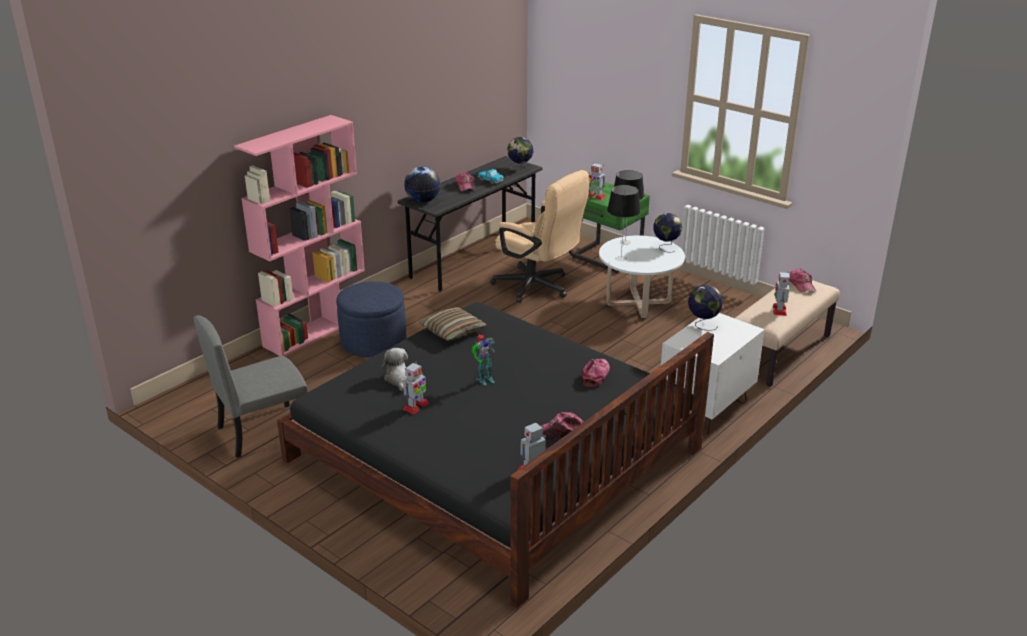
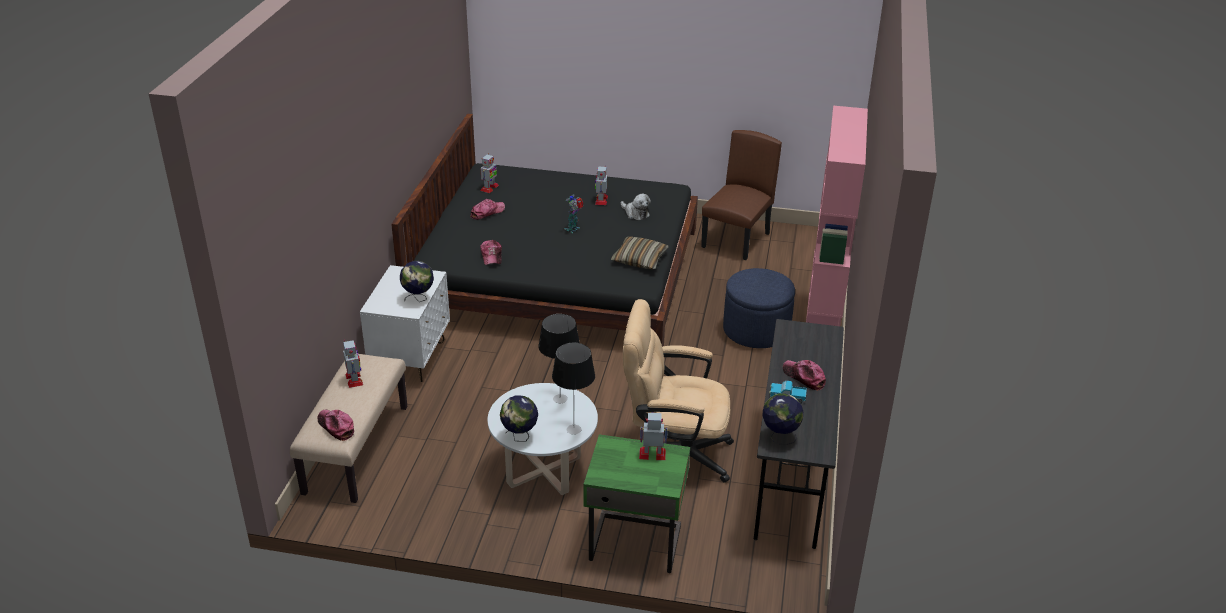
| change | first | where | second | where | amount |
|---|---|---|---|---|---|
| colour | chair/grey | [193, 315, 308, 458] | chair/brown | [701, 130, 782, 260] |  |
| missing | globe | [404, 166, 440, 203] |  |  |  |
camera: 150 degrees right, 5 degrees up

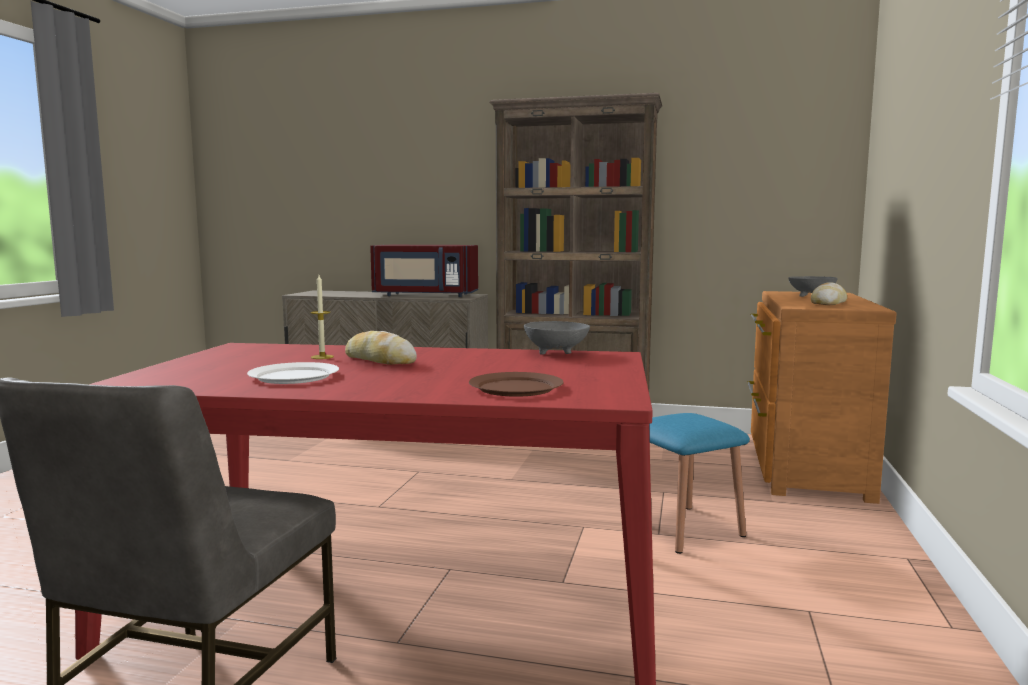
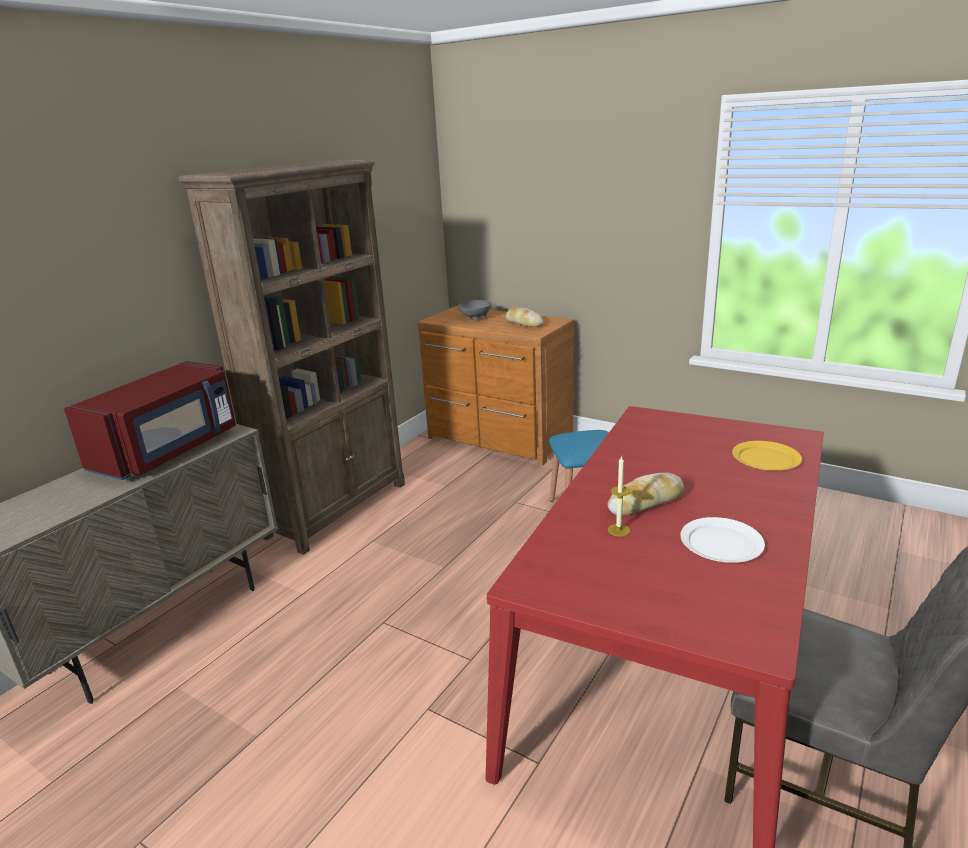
| change | first | where | second | where | amount |
|---|---|---|---|---|---|
| colour | plate/brown | [469, 372, 564, 397] | plate/yellow | [732, 441, 802, 471] |  |
| missing | bowl/grey | [524, 321, 590, 355] |  |  |  |
camera: 70 degrees left, 15 degrees up

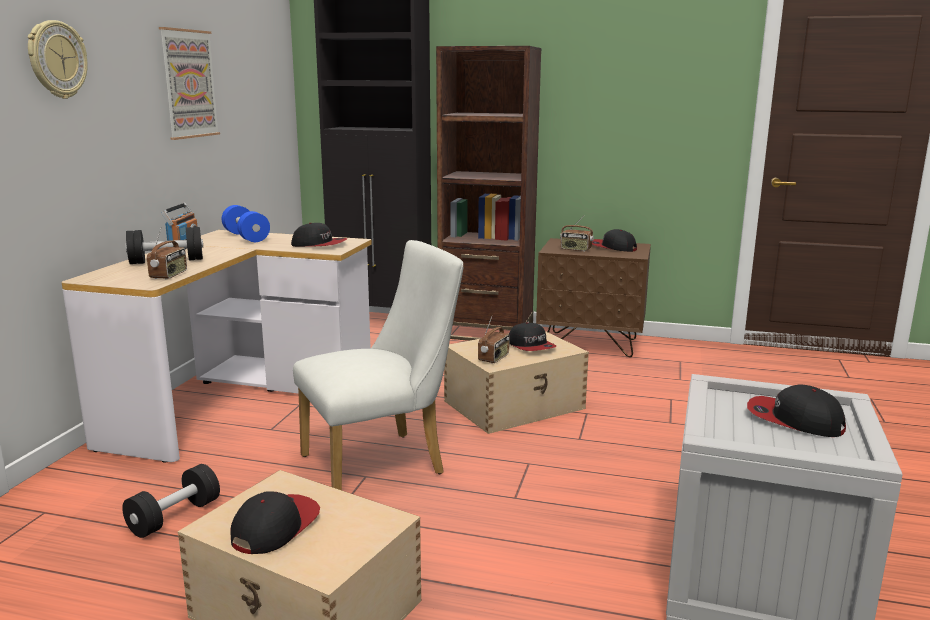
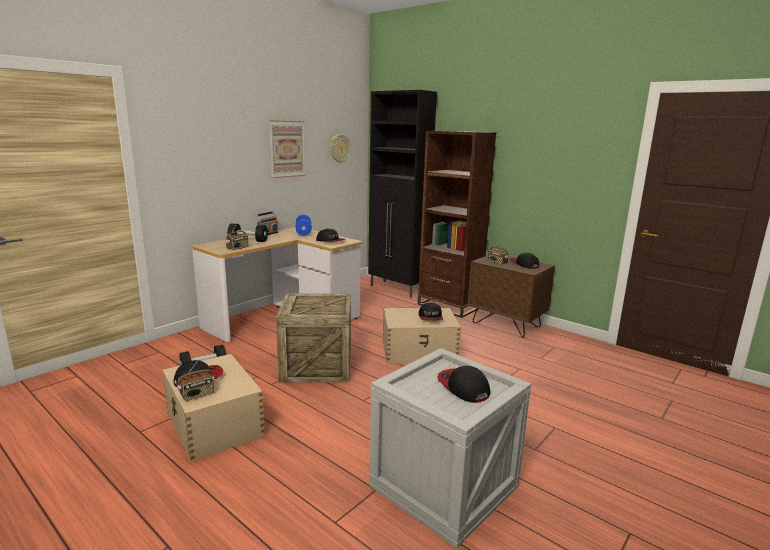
| change | first | where | second | where | amount |
|---|---|---|---|---|---|
| relocated | radio | [478, 316, 510, 363] |  | [177, 361, 214, 401] |  |
| exchanged | chair/white | [293, 240, 463, 490] | crate | [276, 293, 351, 382] |  |
| relocated | wall clock | [28, 20, 88, 99] |  | [330, 134, 351, 163] |  |
camera: 25 degrees right, 0 degrees up

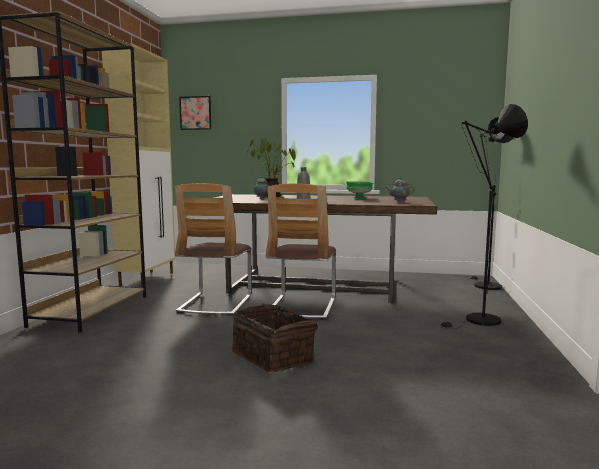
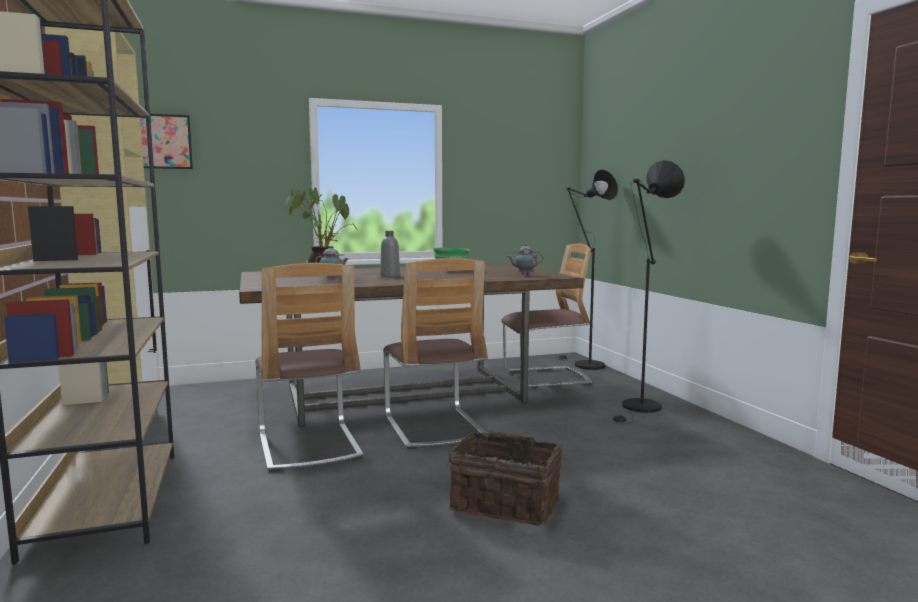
| change | first | where | second | where | amount |
|---|---|---|---|---|---|
| appeared |  |  | chair | [501, 244, 592, 388] |  |
camera: 30 degrees left, 0 degrees up

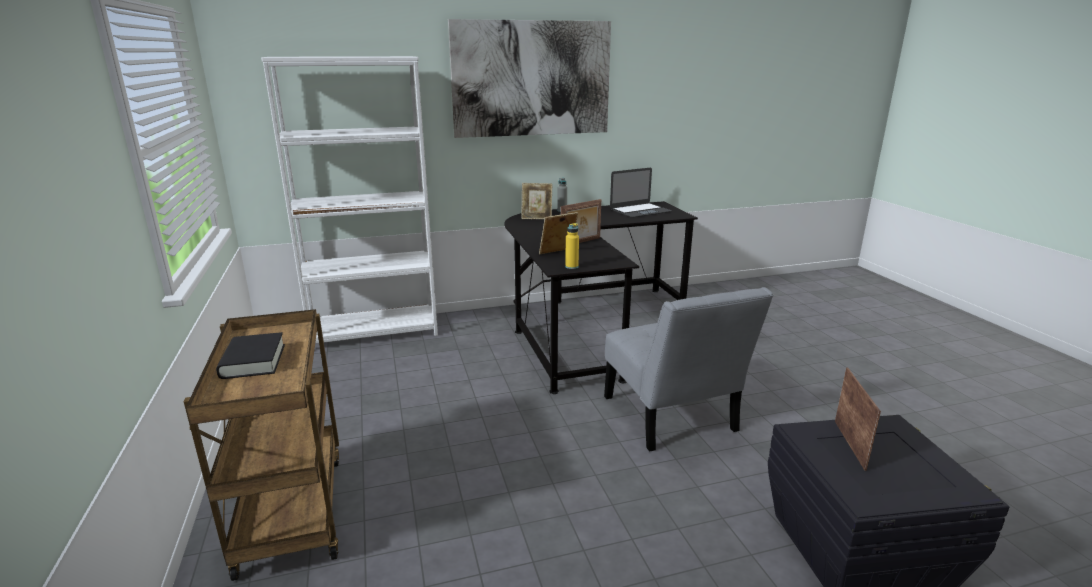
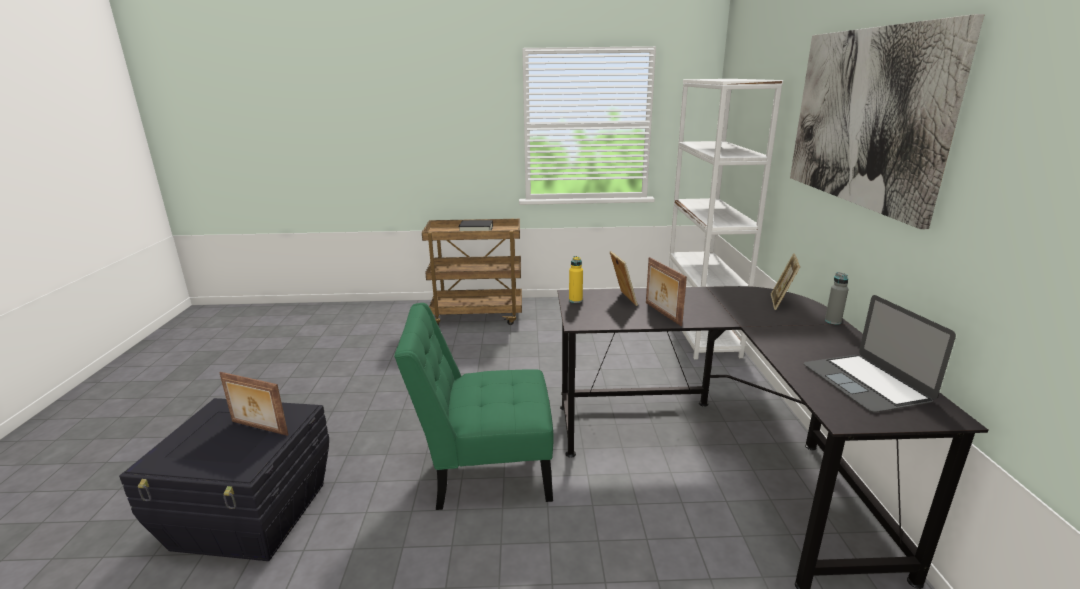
| change | first | where | second | where | amount |
|---|---|---|---|---|---|
| colour | chair/grey | [604, 287, 773, 452] | chair/green | [394, 303, 554, 510] |  |
camera: 105 degrees right, 0 degrees up

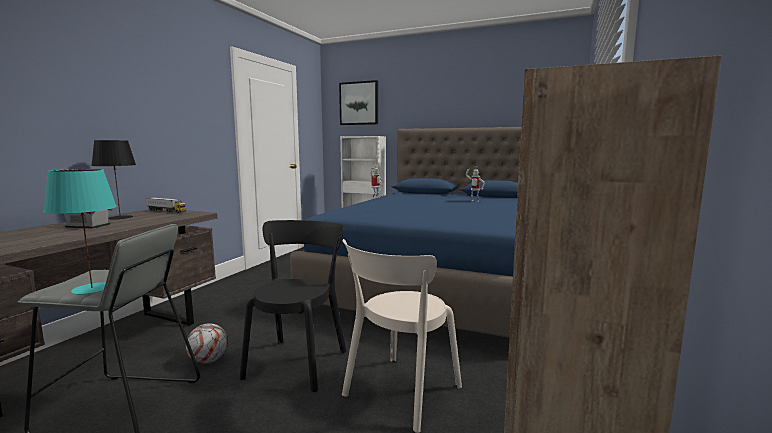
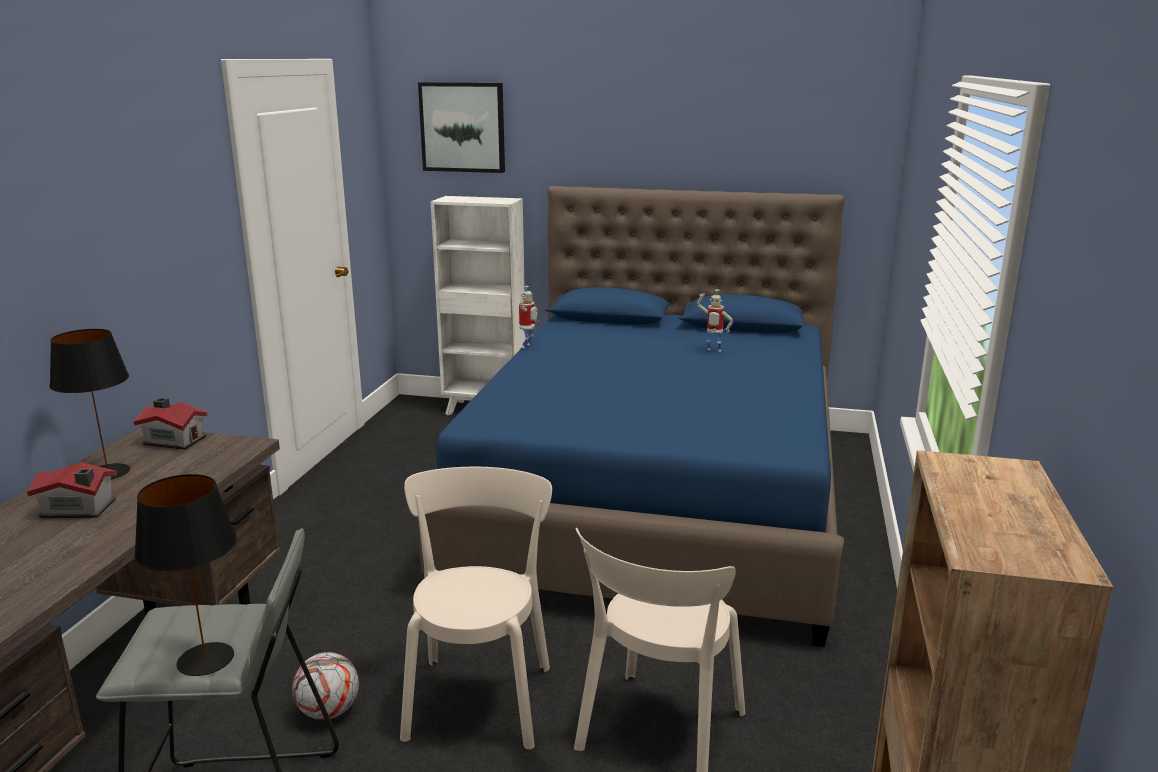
| change | first | where | second | where | amount |
|---|---|---|---|---|---|
| exchanged | toy truck | [145, 197, 186, 213] | toy house | [134, 398, 208, 450] |  |
| colour | table lamp/turquoise | [43, 169, 117, 295] | table lamp/black | [134, 474, 237, 676] |  |
| colour | chair/black | [239, 220, 347, 392] | chair/beige | [400, 467, 552, 750] |  |
camera: 10 degrees left, 10 degrees up

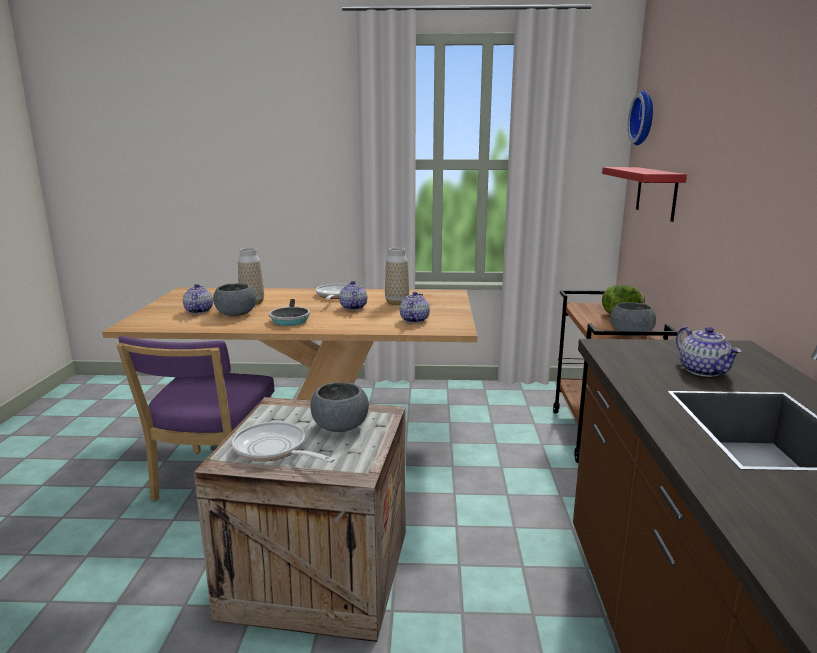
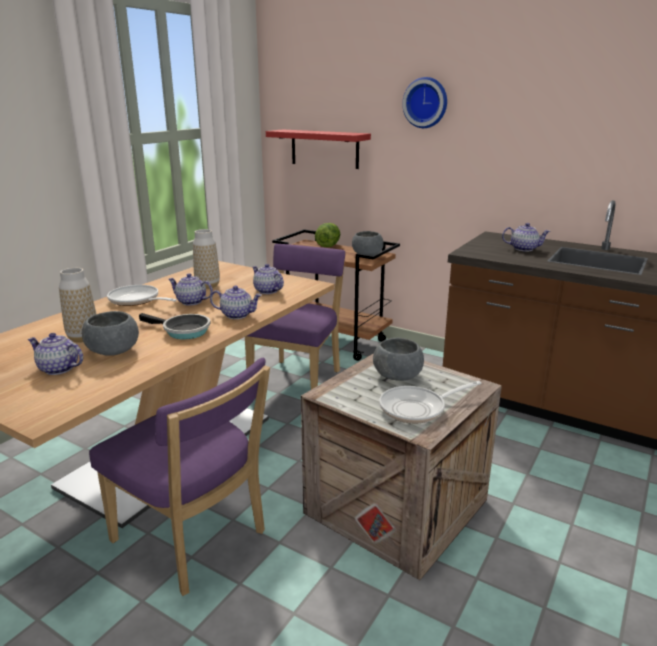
| change | first | where | second | where | amount |
|---|---|---|---|---|---|
| appeared |  |  | teapot | [210, 286, 262, 319] |  |
| appeared |  |  | chair/purple | [245, 244, 345, 389] |  |
| relocated | wall clock | [628, 90, 653, 145] |  | [402, 77, 447, 128] |  |
camera: 60 degrees left, 5 degrees up

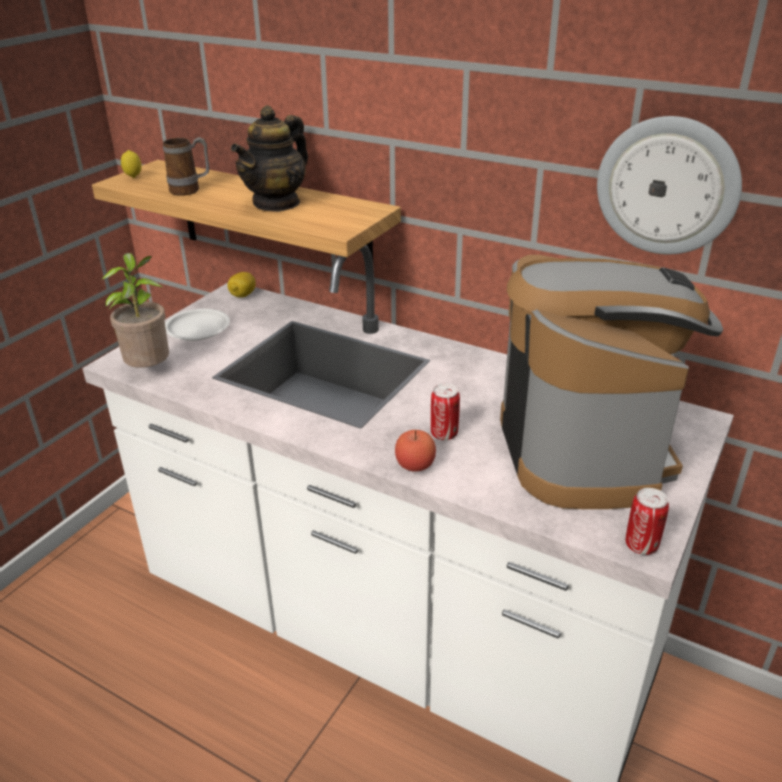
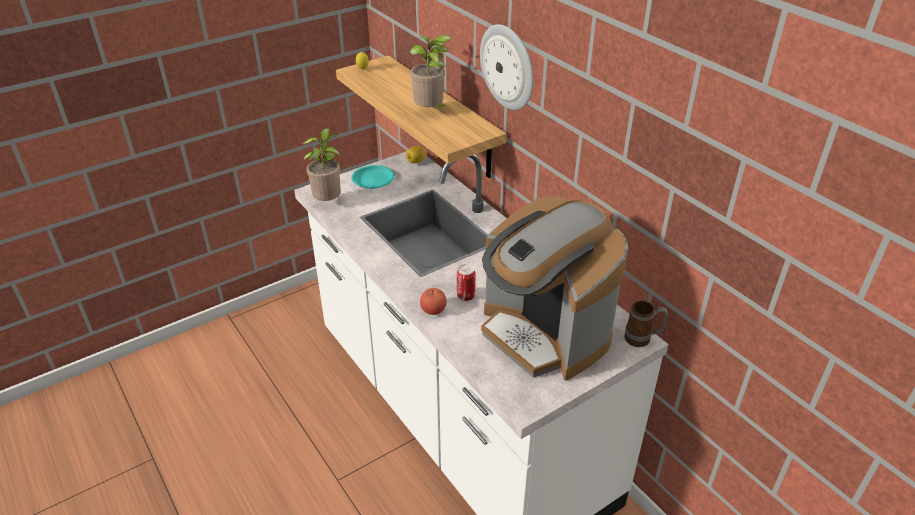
| change | first | where | second | where | amount |
|---|---|---|---|---|---|
| colour | plate/white | [165, 309, 230, 341] | plate/turquoise | [351, 165, 395, 189] |  |
| exchanged | teapot | [231, 105, 308, 212] | potted plant | [410, 35, 452, 108] |  |
| relocated | wall clock | [597, 116, 742, 254] |  | [480, 24, 533, 110] |  |
| spun | coffee machine | [500, 255, 723, 509] |  | [481, 197, 628, 381] | 120 degrees clockwise |
| relocated | mug | [163, 137, 209, 196] |  | [624, 301, 668, 347] |  |
| missing | can | [626, 488, 669, 555] |  |  |  |
camera: 25 degrees right, 5 degrees up

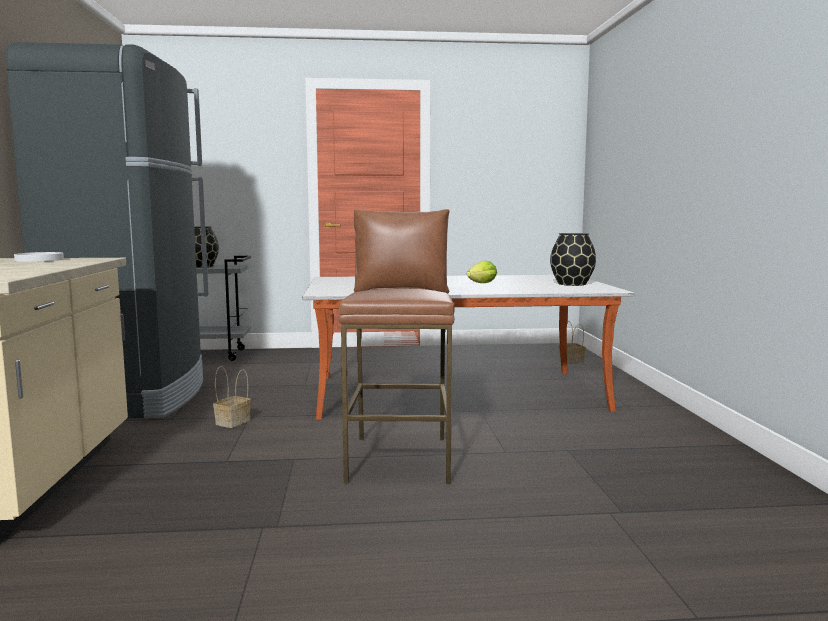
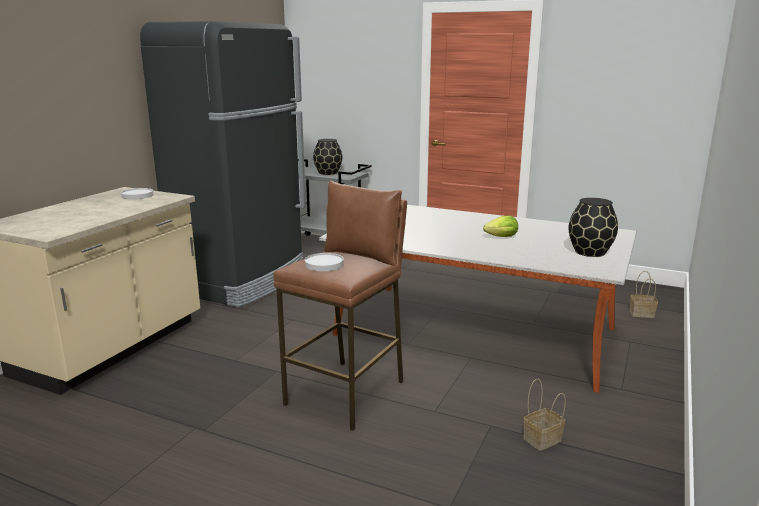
| change | first | where | second | where | amount |
|---|---|---|---|---|---|
| appeared |  |  | plate/white | [305, 253, 344, 271] |  |
| relocated | basket | [213, 366, 251, 428] |  | [523, 379, 566, 451] |  |
camera: 30 degrees right, 10 degrees up

